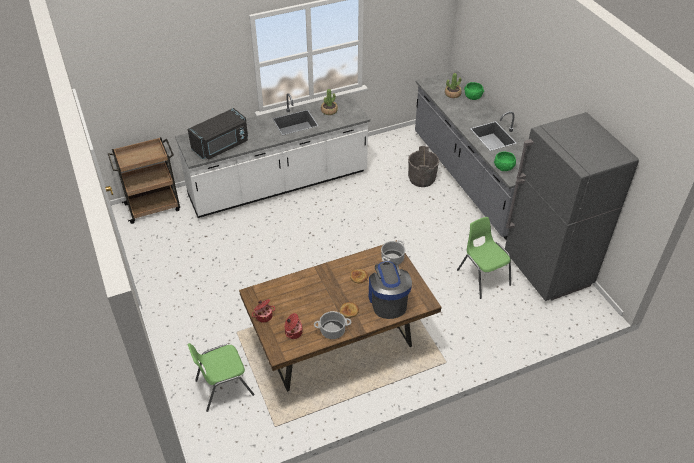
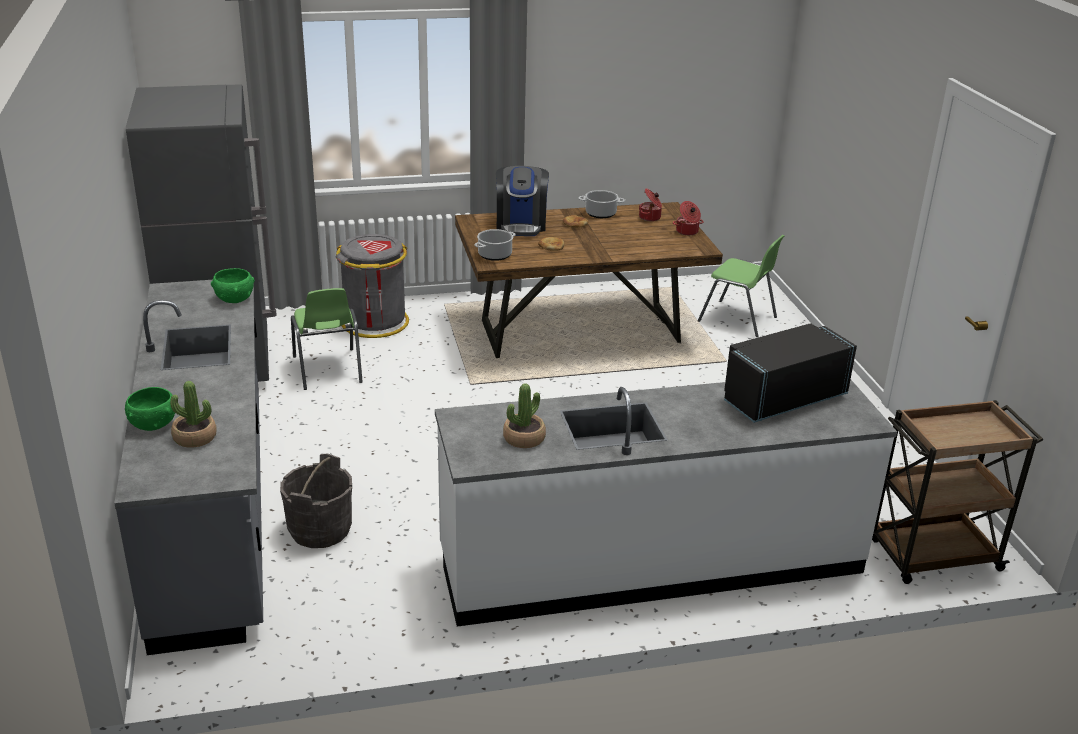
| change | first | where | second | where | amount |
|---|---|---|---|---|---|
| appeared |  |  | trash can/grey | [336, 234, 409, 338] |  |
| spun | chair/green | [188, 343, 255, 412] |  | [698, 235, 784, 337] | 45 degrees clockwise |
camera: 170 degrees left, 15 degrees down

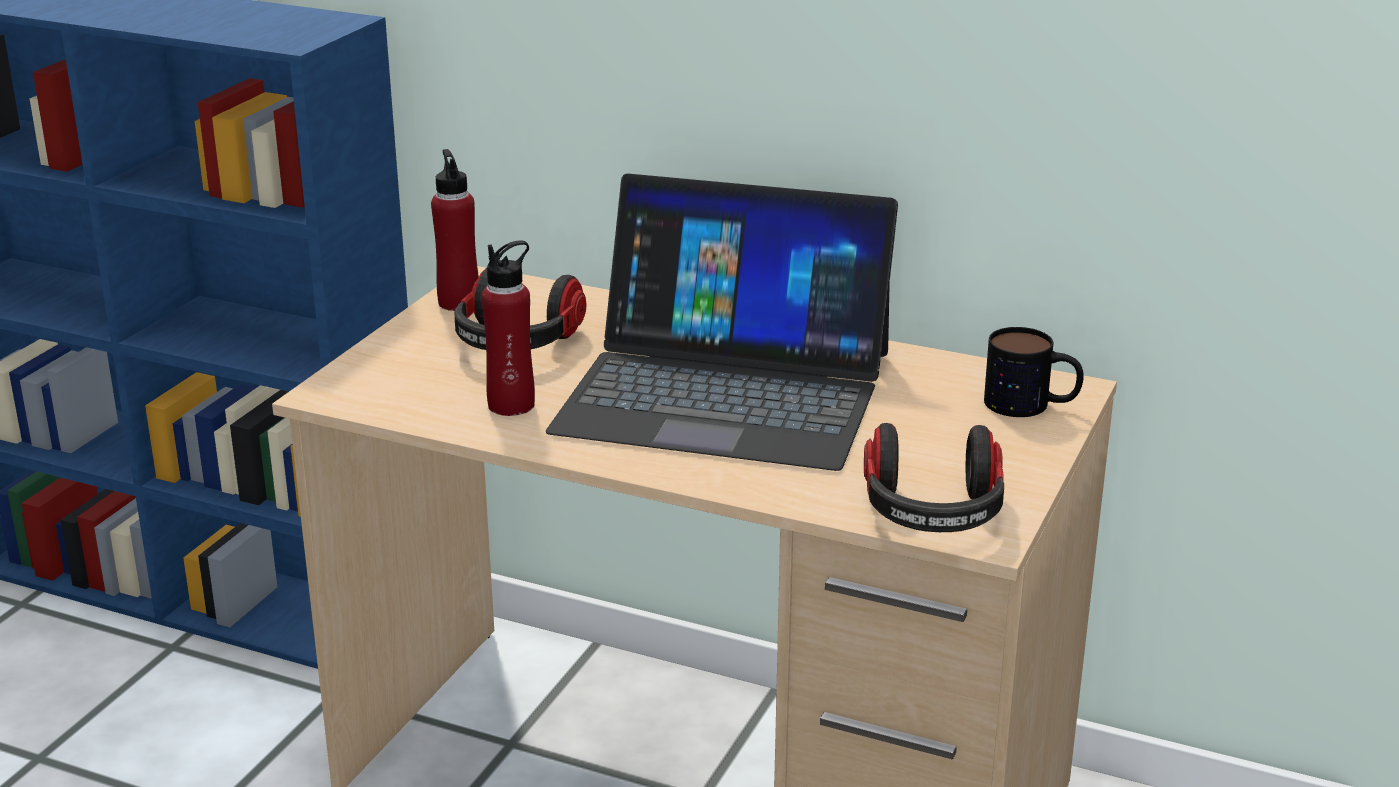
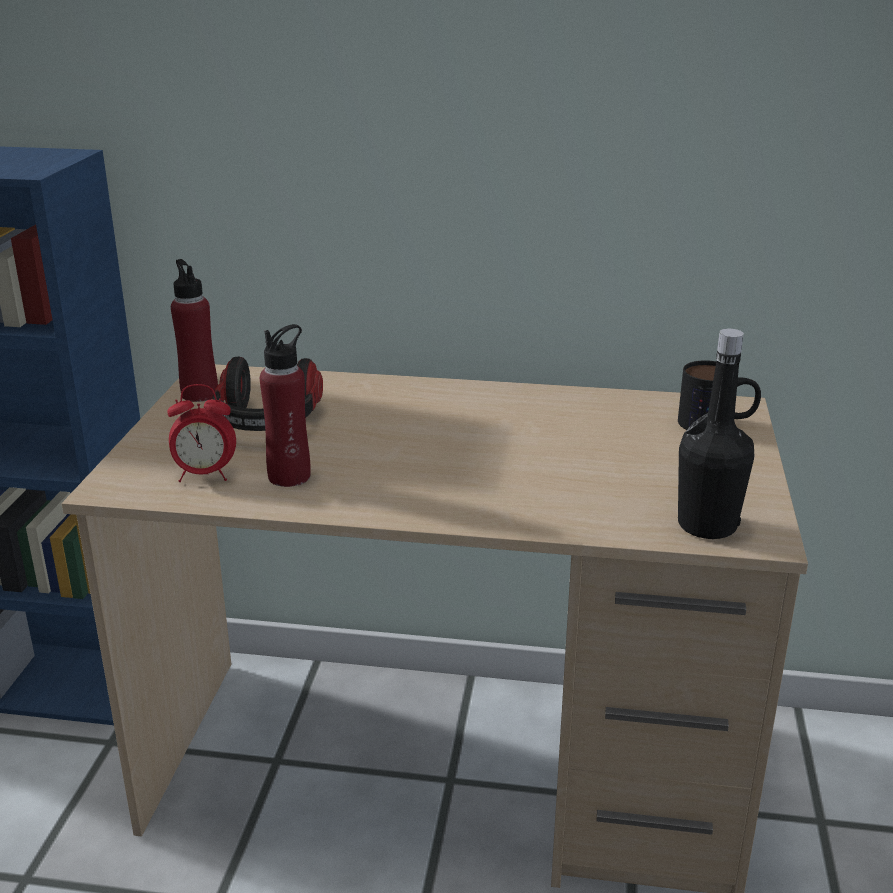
| change | first | where | second | where | amount |
|---|---|---|---|---|---|
| appeared |  |  | alarm clock | [167, 384, 236, 482] |  |
| exchanged | headphones | [864, 423, 1004, 532] | bottle/black | [678, 329, 755, 539] |  |
| missing | laptop | [546, 173, 898, 471] |  |  |  |
camera: 15 degrees left, 0 degrees up

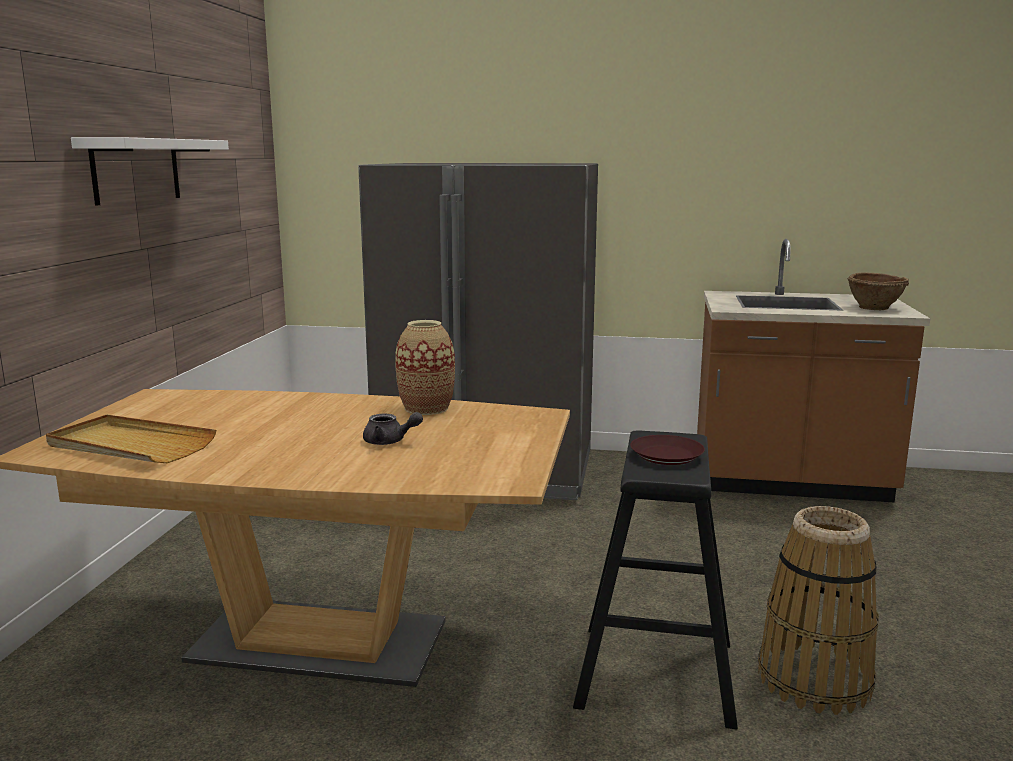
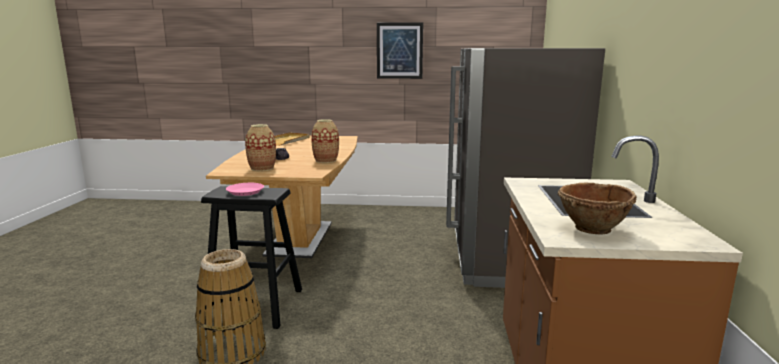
| change | first | where | second | where | amount |
|---|---|---|---|---|---|
| colour | plate/brown | [630, 435, 705, 465] | plate/pink | [226, 183, 264, 196] |  |
| appeared |  |  | vase | [245, 124, 276, 171] |  |
| exchanged | shelf/white | [71, 137, 229, 205] | picture | [377, 22, 423, 79] |  |
camera: 85 degrees right, 0 degrees up

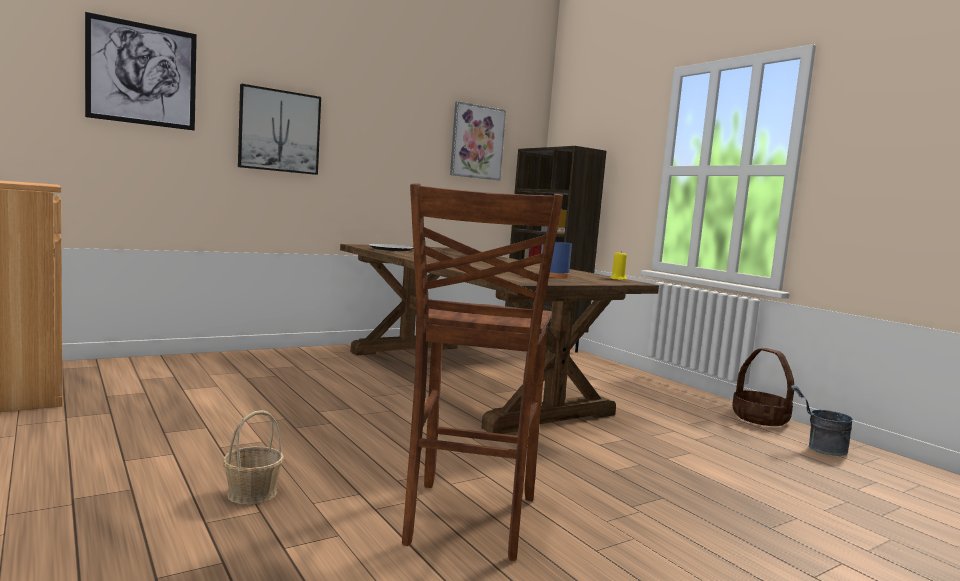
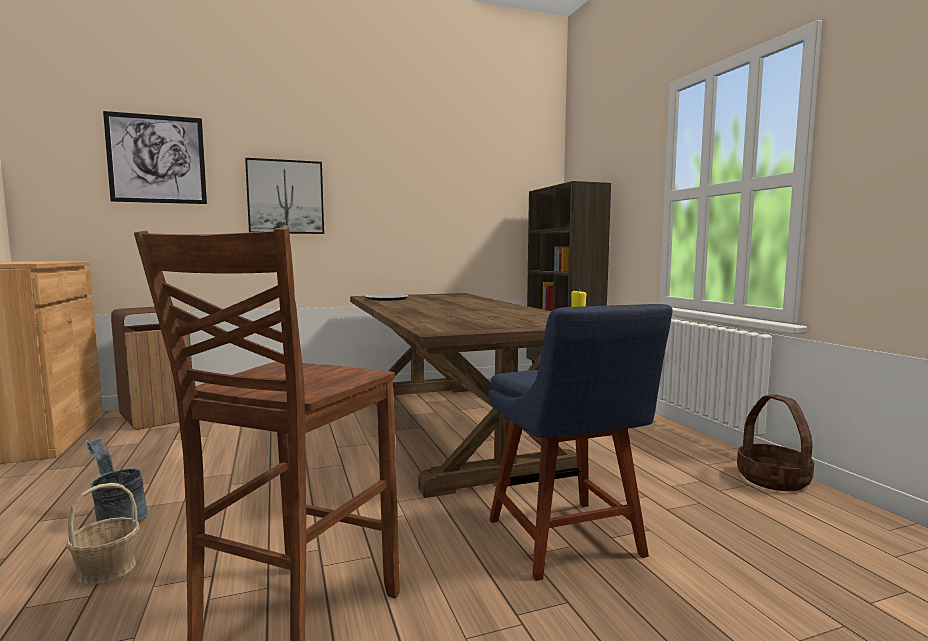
| change | first | where | second | where | amount |
|---|---|---|---|---|---|
| relocated | bucket/grey | [791, 384, 853, 456] |  | [85, 437, 148, 522] |  |
| appeared |  |  | trash can/brown | [111, 307, 192, 429] |  |
| appeared |  |  | chair/blue | [488, 304, 673, 581] |  |
| missing | picture | [450, 101, 506, 180] |  |  |  |
| missing | bottle/blue | [549, 227, 572, 279] |  |  |  |
camera: 15 degrees right, 0 degrees up

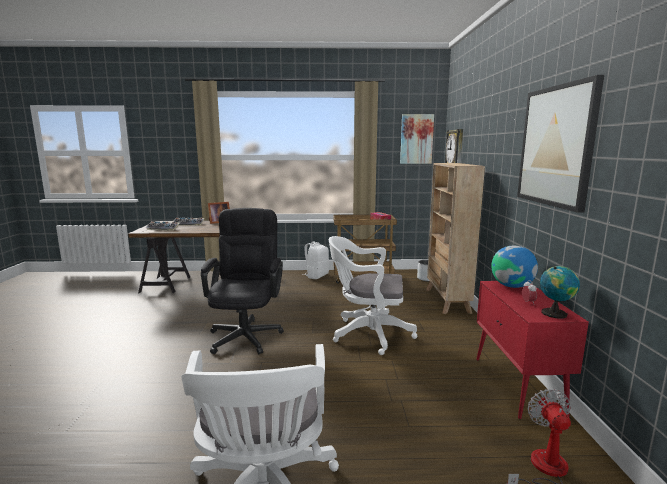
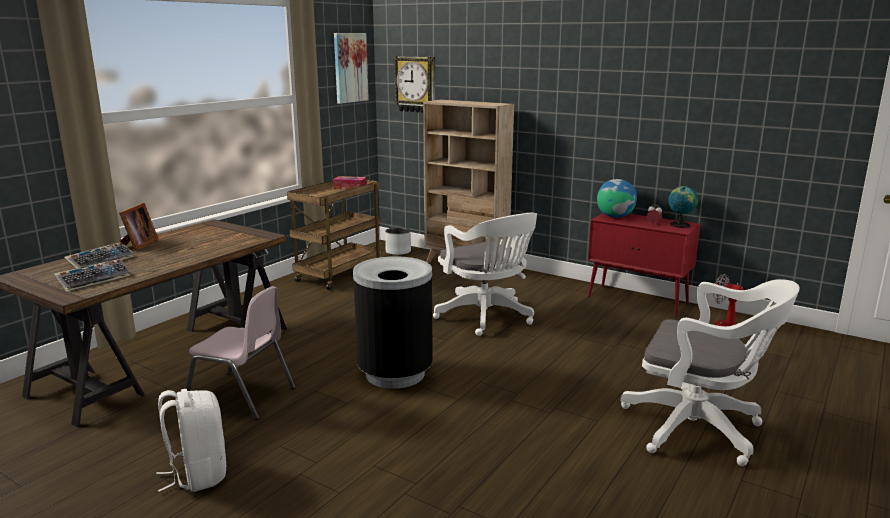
| change | first | where | second | where | amount |
|---|---|---|---|---|---|
| relocated | backpack/white | [302, 241, 329, 279] |  | [156, 389, 227, 492] |  |
| appeared |  |  | chair/pink | [186, 286, 296, 420] |  |
| exchanged | office chair/black | [201, 208, 284, 355] | trash can/black | [353, 256, 433, 389] |  |
| spun | office chair/white | [329, 236, 417, 355] |  | [433, 213, 537, 336] | 75 degrees counterclockwise |
| missing | picture | [517, 75, 604, 213] |  |  |  |
camera: 55 degrees left, 5 degrees up

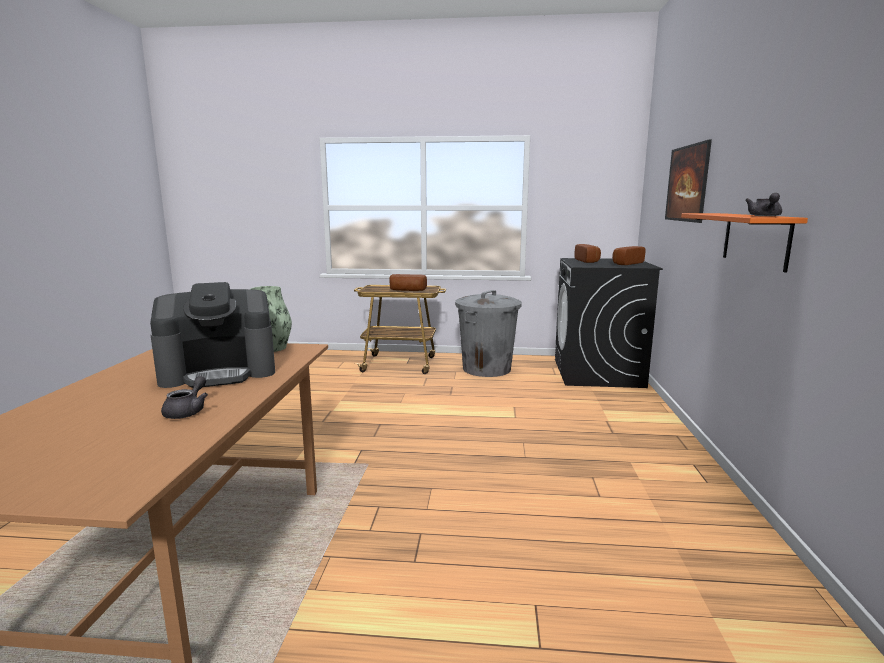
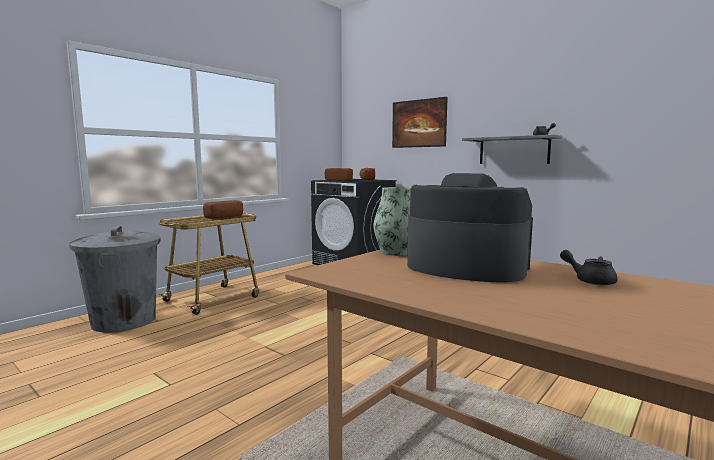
| change | first | where | second | where | amount |
|---|---|---|---|---|---|
| relocated | trash can/grey | [455, 290, 522, 377] |  | [69, 226, 161, 332] |  |
| spun | coffee machine | [150, 282, 275, 388] |  | [407, 173, 533, 282] | 75 degrees counterclockwise |
| colour | shelf/orange | [681, 213, 808, 273] | shelf/grey | [462, 135, 562, 164] |  |
camera: 55 degrees left, 5 degrees down

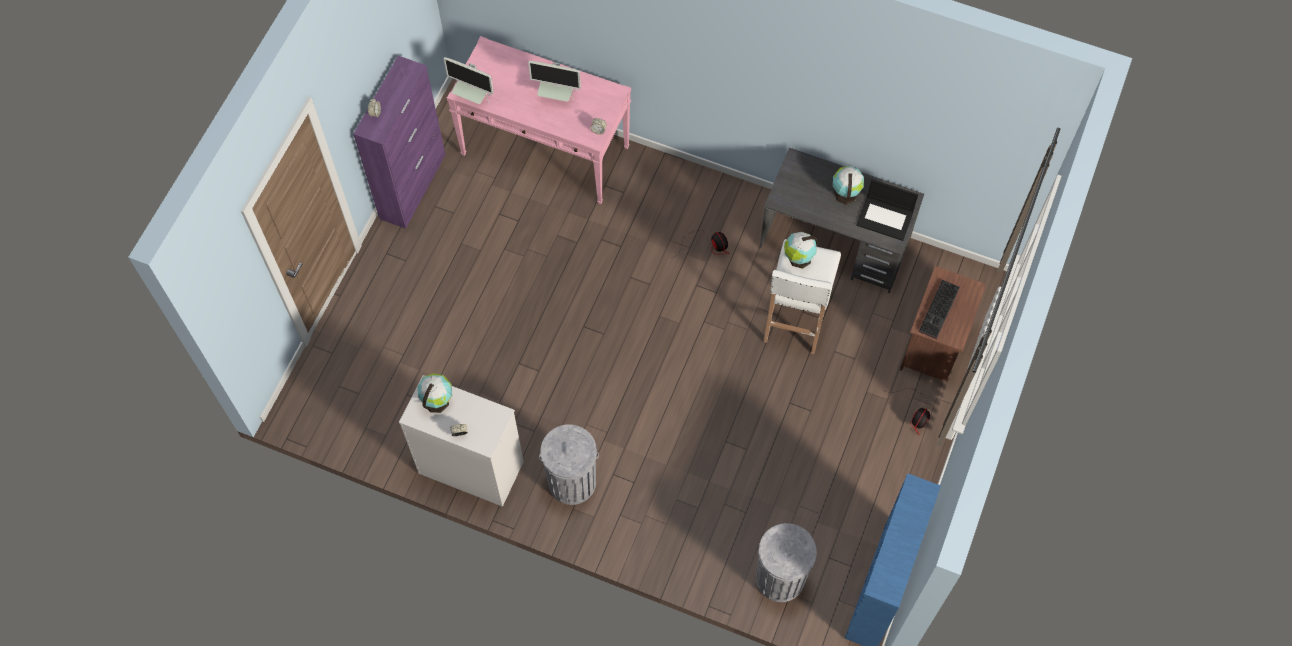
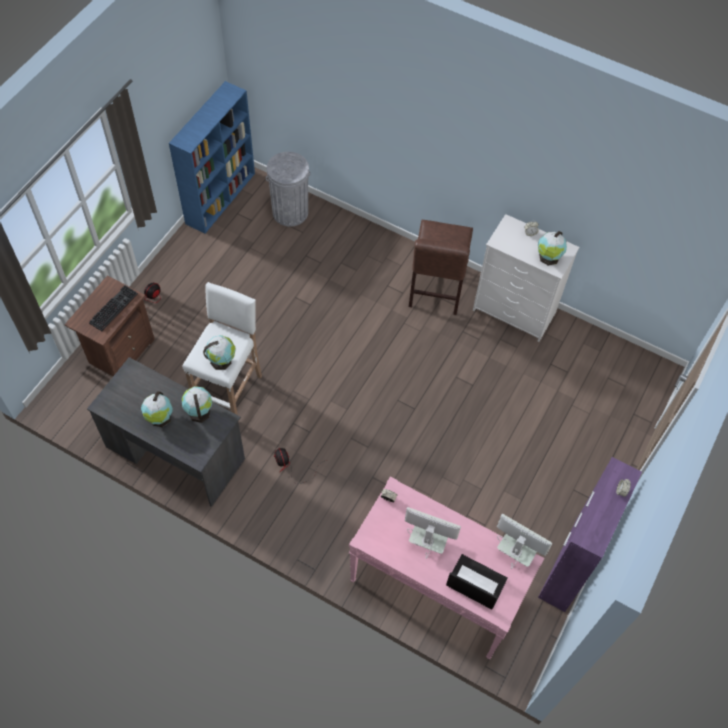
| change | first | where | second | where | amount |
|---|---|---|---|---|---|
| appeared |  |  | globe | [181, 386, 212, 423] |  |
| exchanged | trash can/grey | [539, 424, 599, 505] | chair/brown | [409, 219, 473, 315] |  |
| relocated | laptop | [856, 179, 918, 241] |  | [446, 554, 508, 609] |  |
camera: 175 degrees left, 5 degrees down

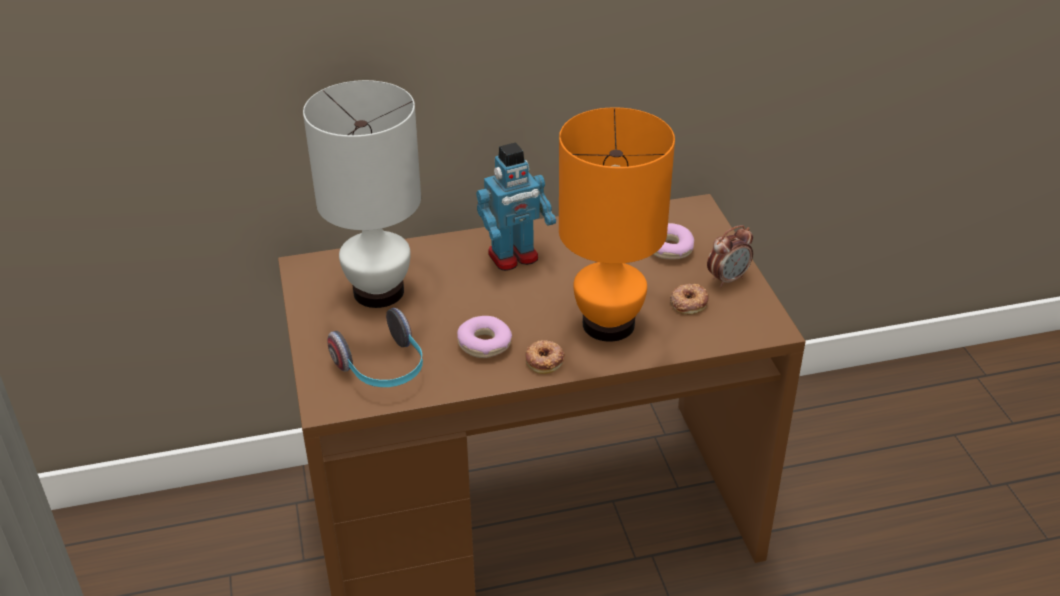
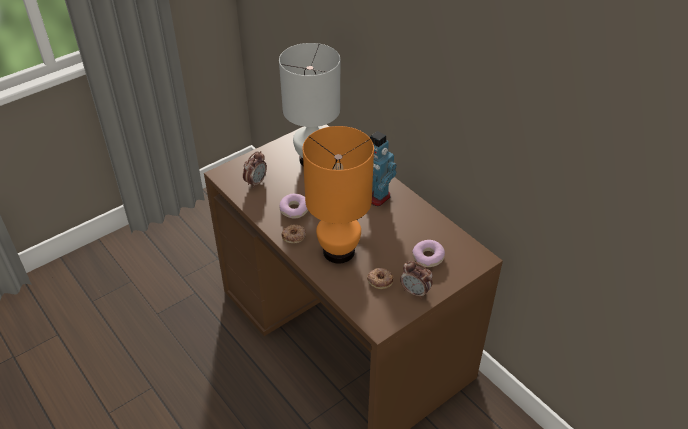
| change | first | where | second | where | amount |
|---|---|---|---|---|---|
| exchanged | headphones | [327, 308, 423, 387] | alarm clock | [243, 151, 267, 189] |  |
camera: 65 degrees right, 5 degrees up

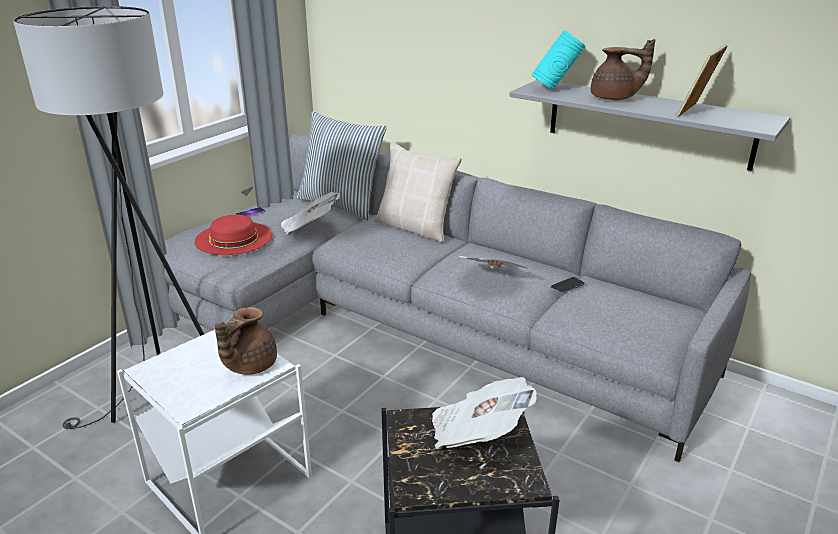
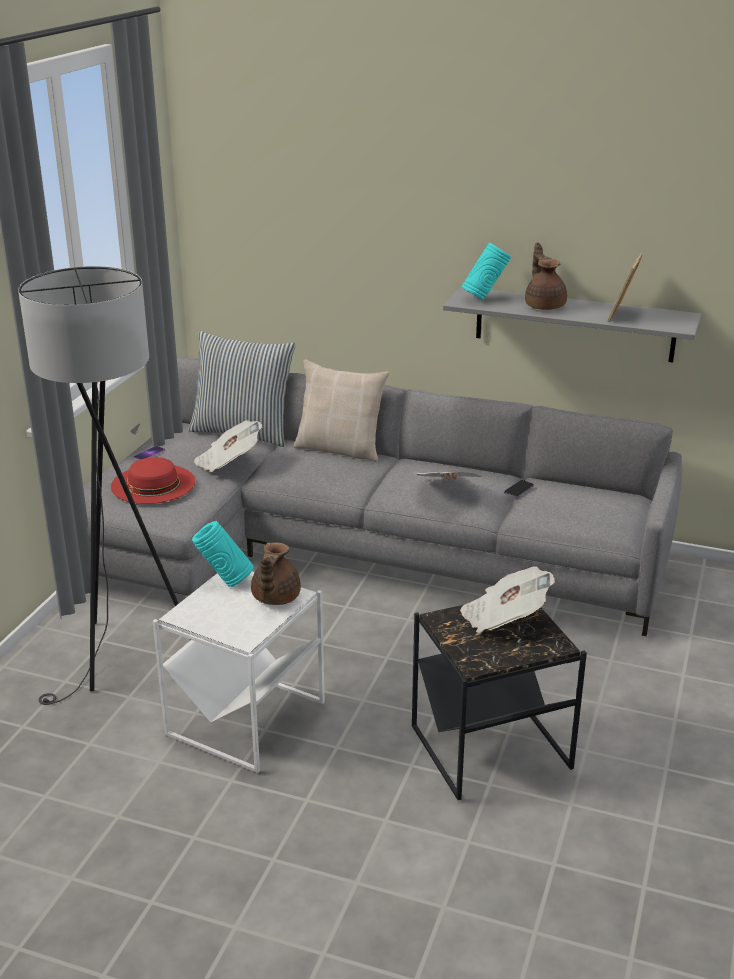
| change | first | where | second | where | amount |
|---|---|---|---|---|---|
| appeared |  |  | vase/turquoise | [192, 521, 254, 587] |  |
| spun | teapot/brown | [591, 39, 655, 100] |  | [525, 242, 567, 310] | 105 degrees counterclockwise |
camera: 15 degrees left, 0 degrees up

